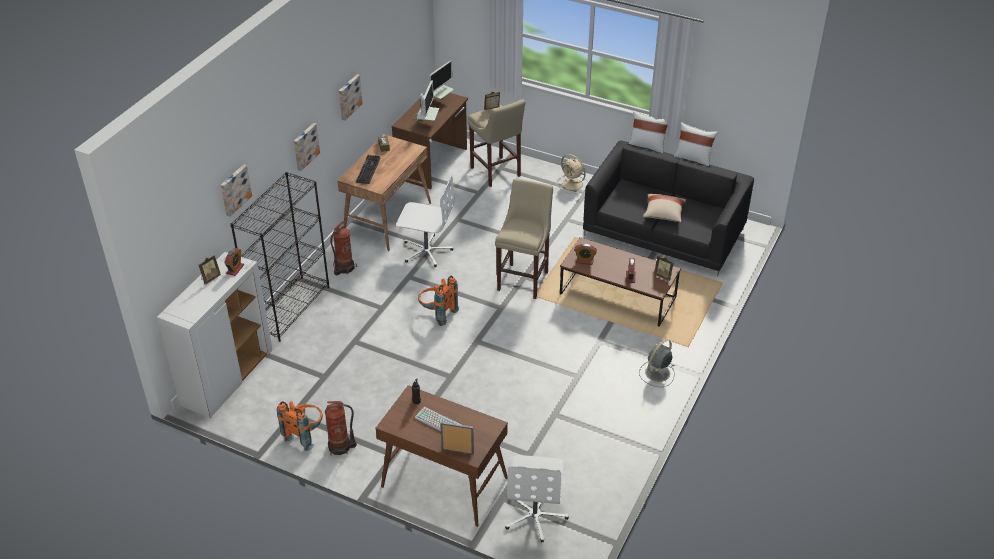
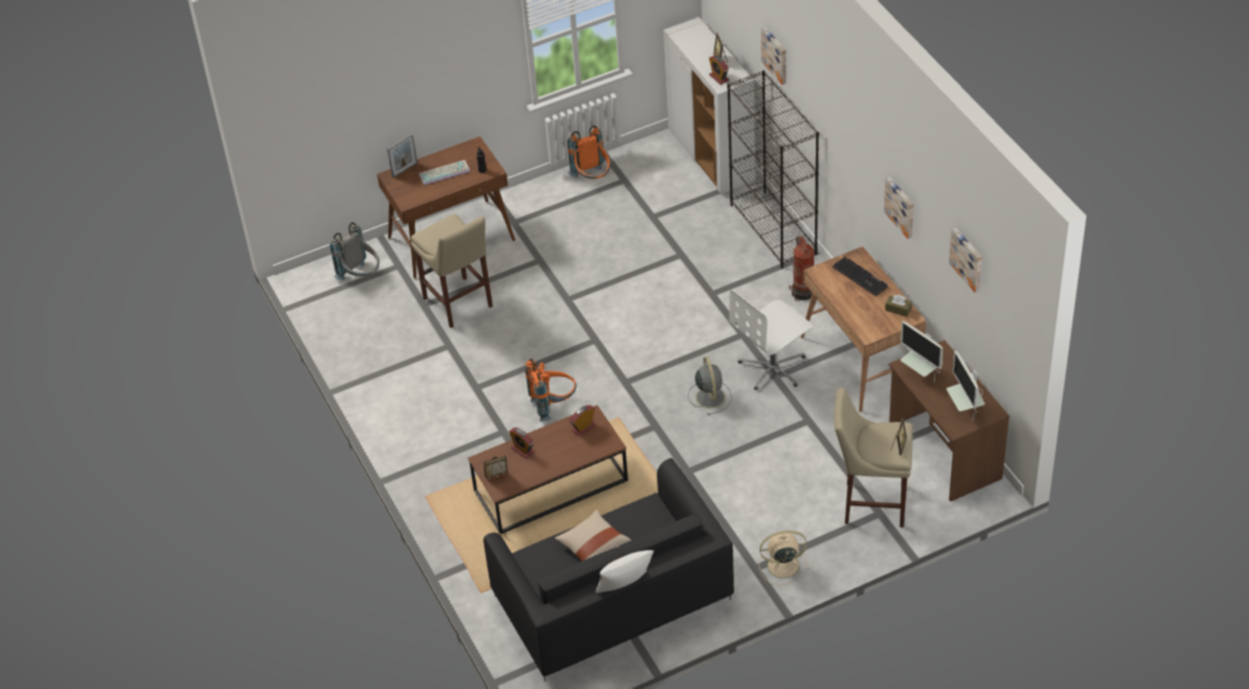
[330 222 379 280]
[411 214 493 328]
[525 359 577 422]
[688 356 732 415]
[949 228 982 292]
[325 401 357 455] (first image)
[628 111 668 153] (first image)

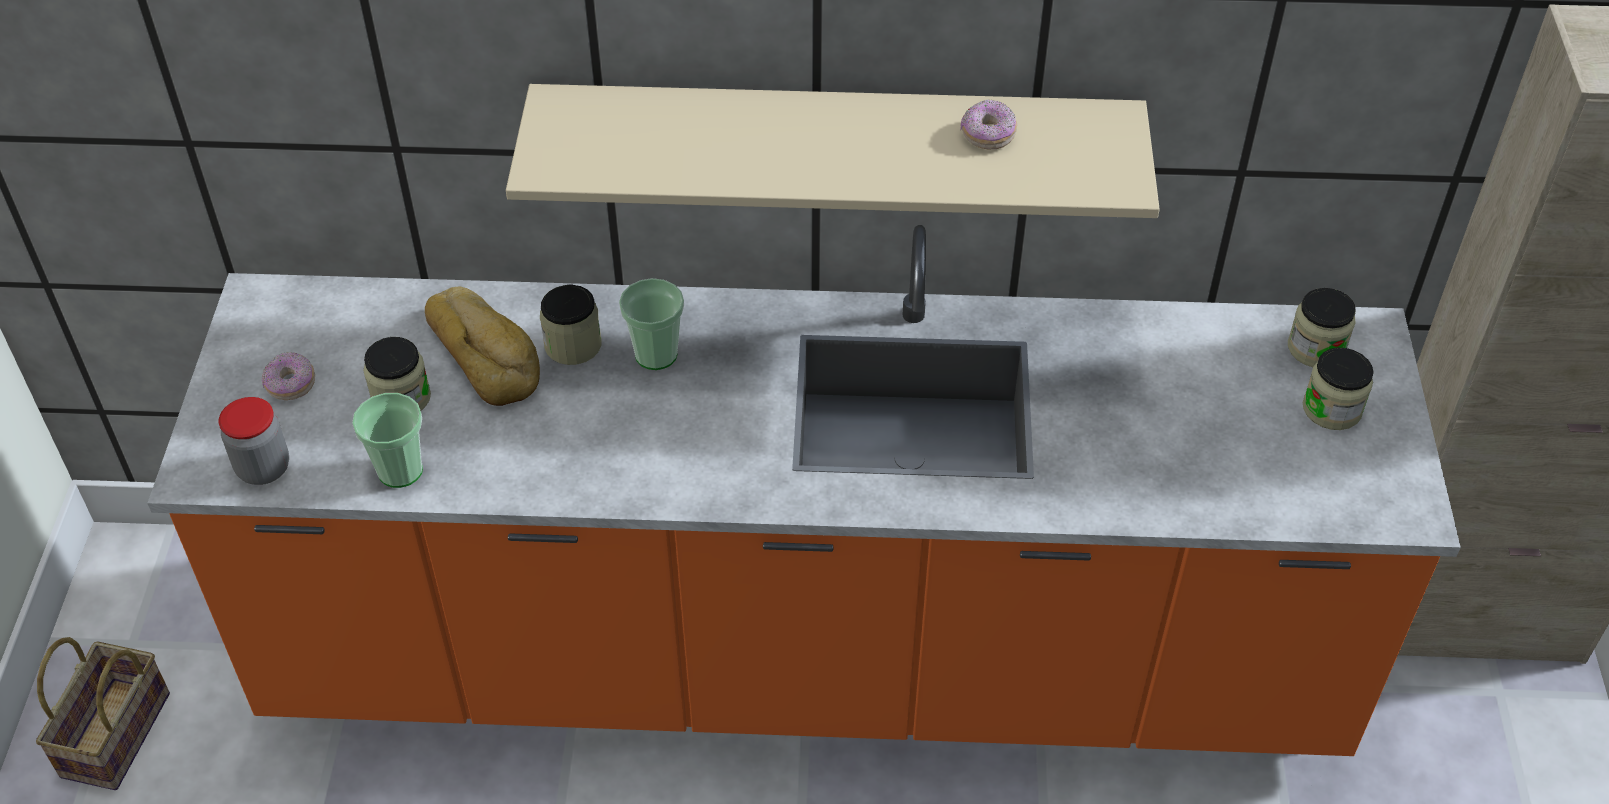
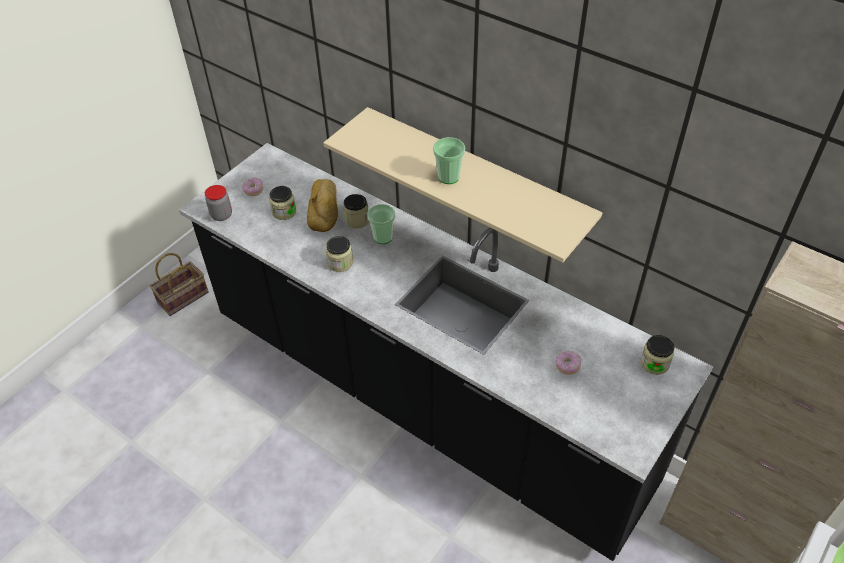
[179 143 713 561]
[326 236 353 272]
[433 137 465 184]
[555 351 581 375]

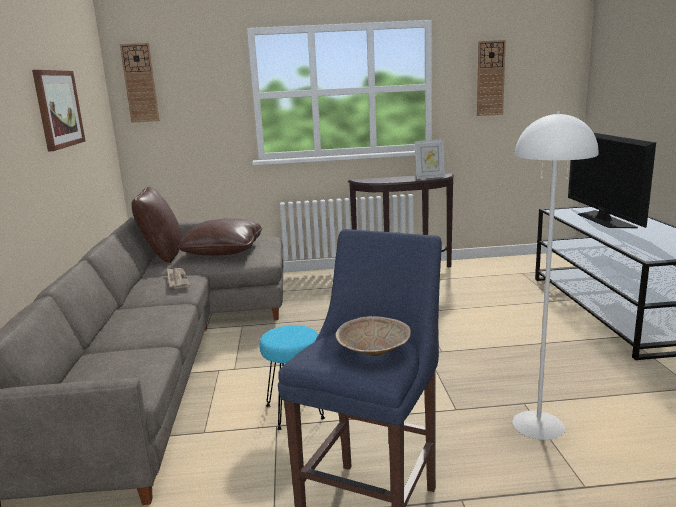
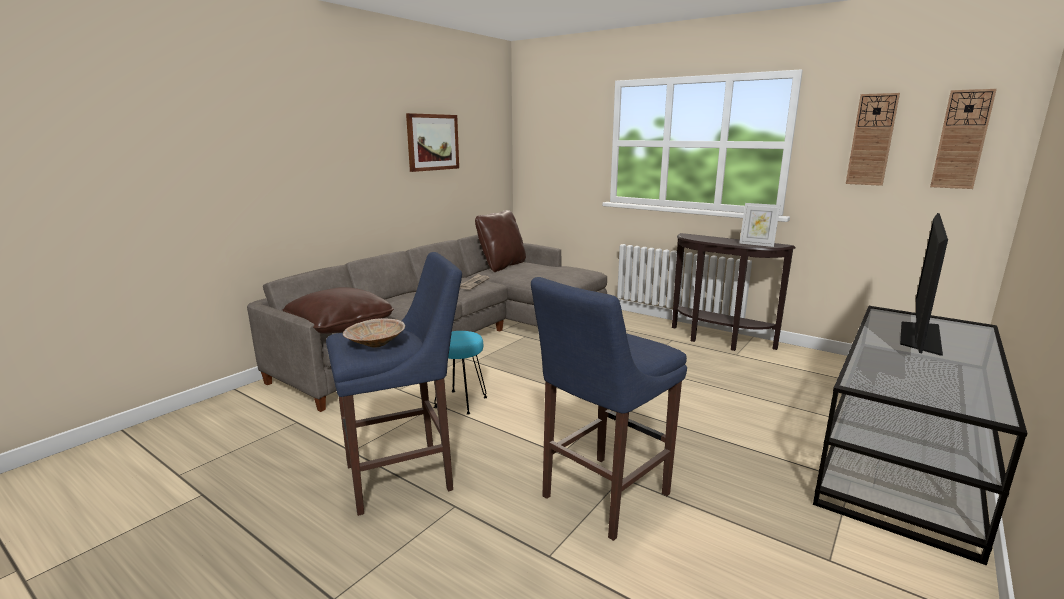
[283 287 394 334]
[531 277 687 541]
[930 89 997 189]

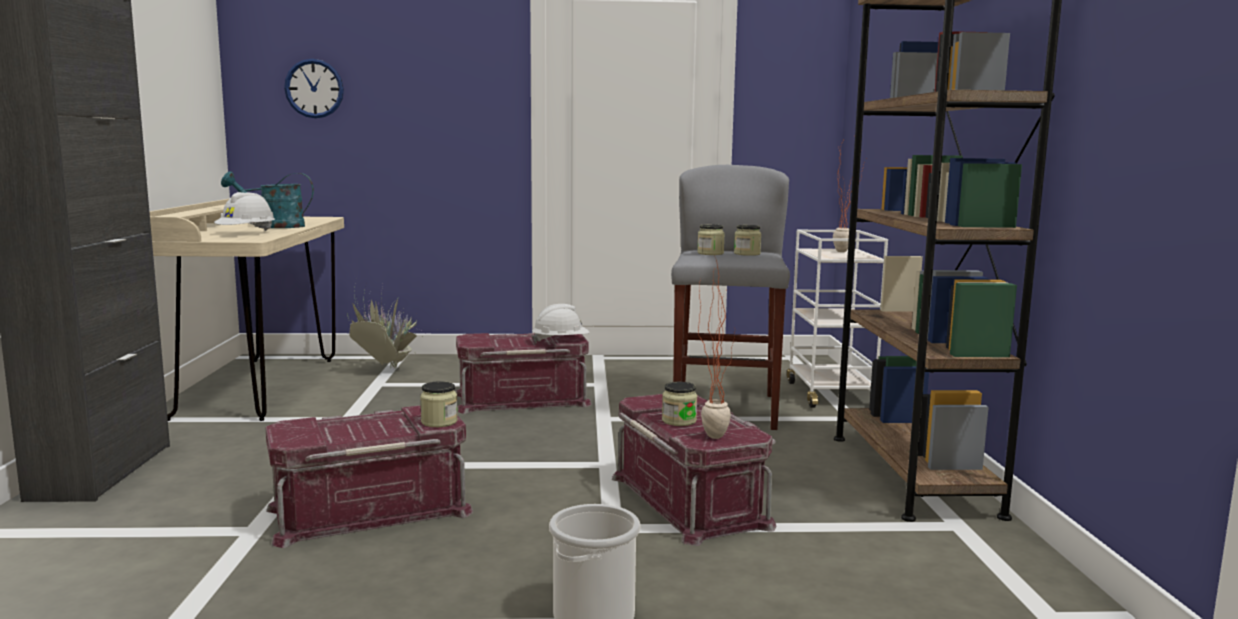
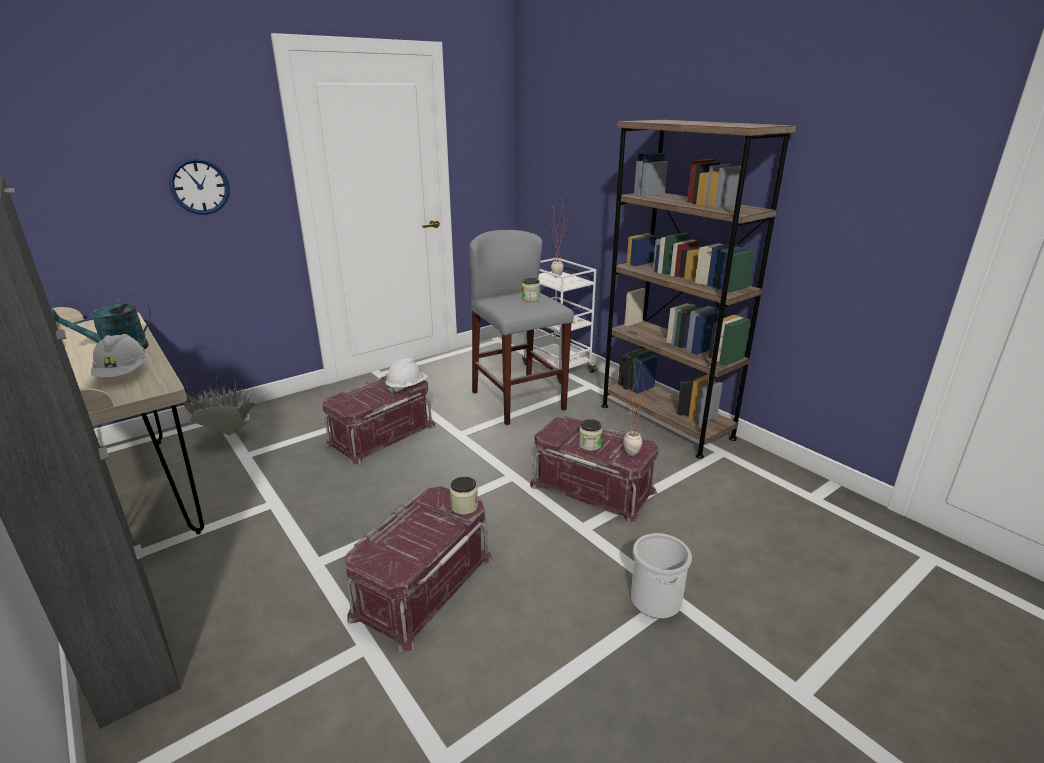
[169 158 230 215]
[697 224 725 255] (first image)

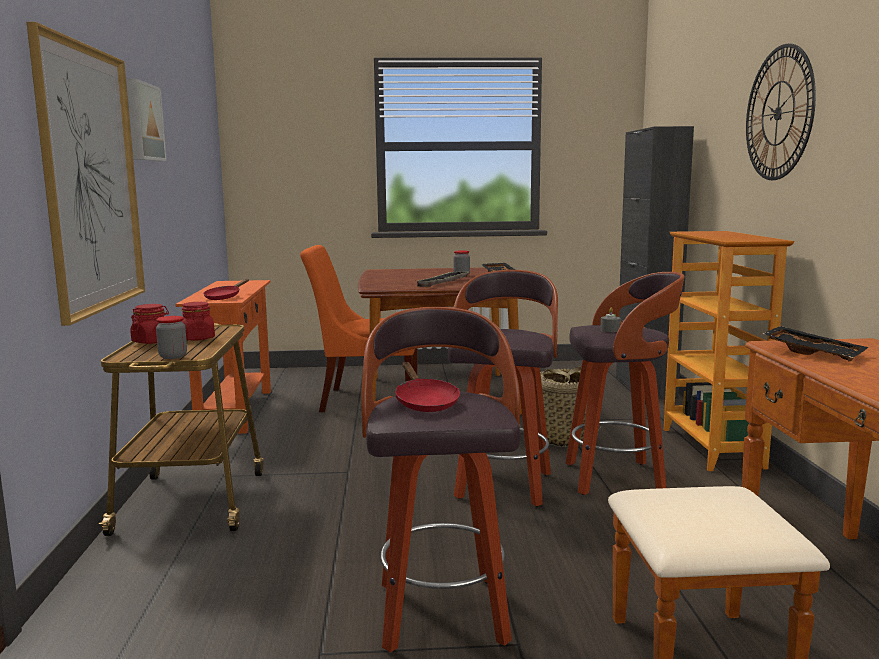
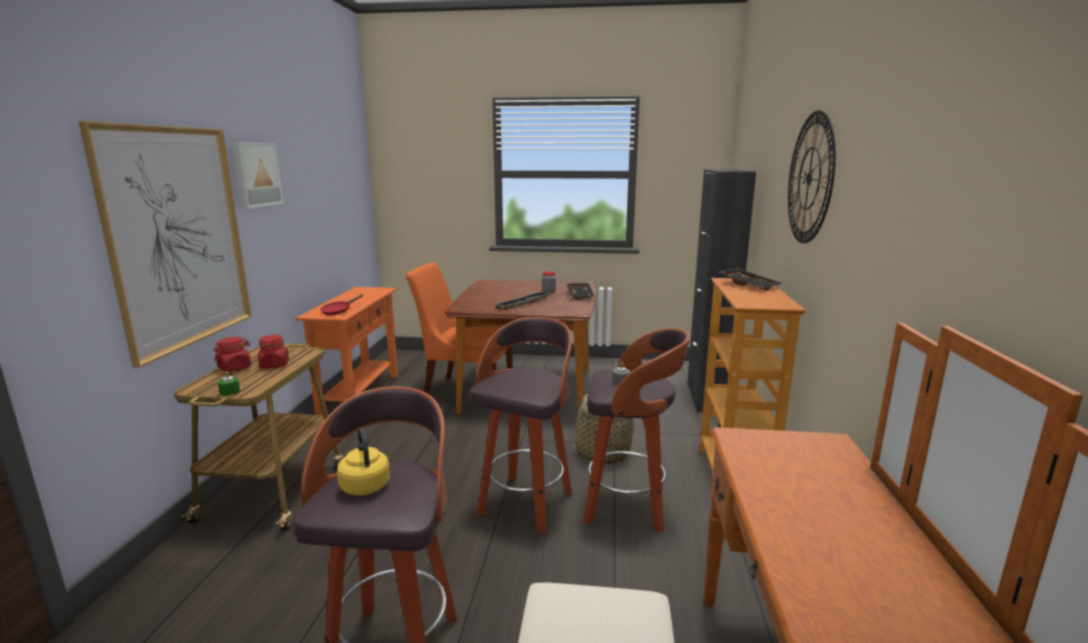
[218 371 240 396]
[337 428 390 496]
[720 268 782 291]

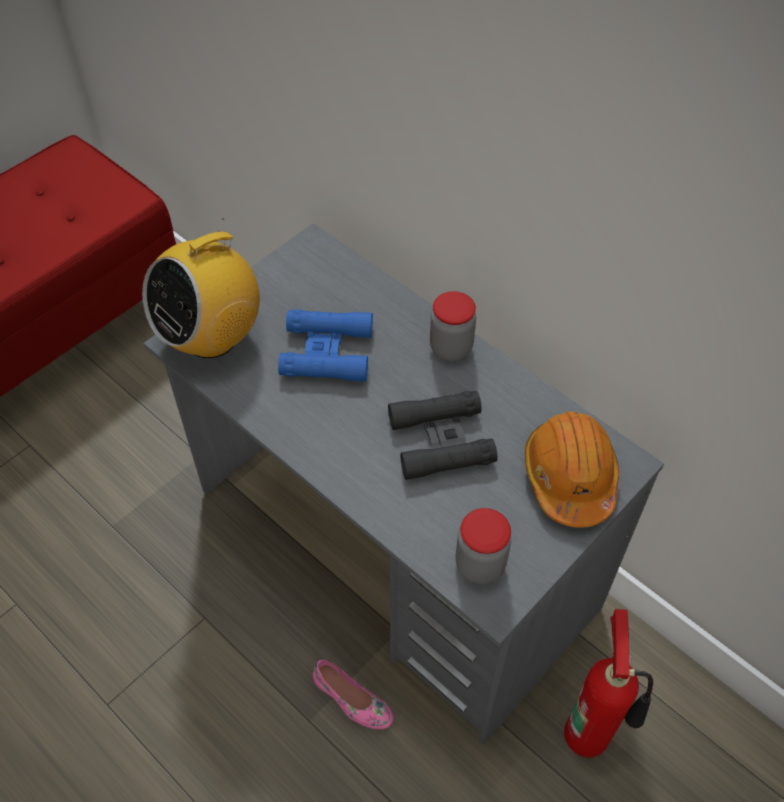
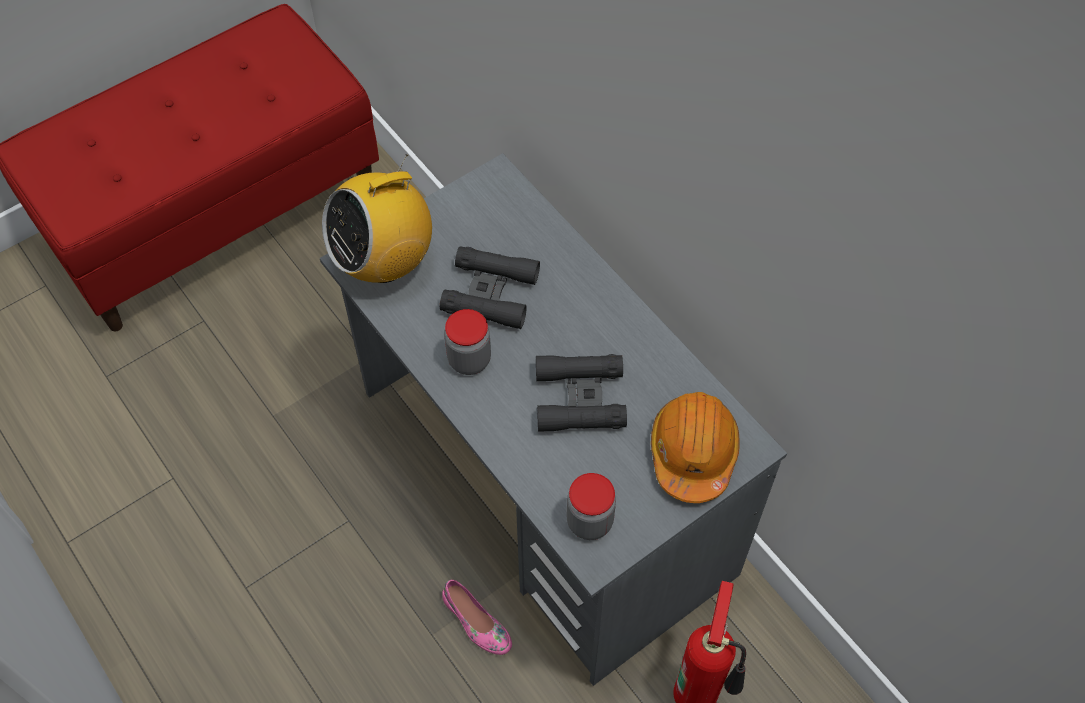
[440 247 540 329]
[445 309 491 375]

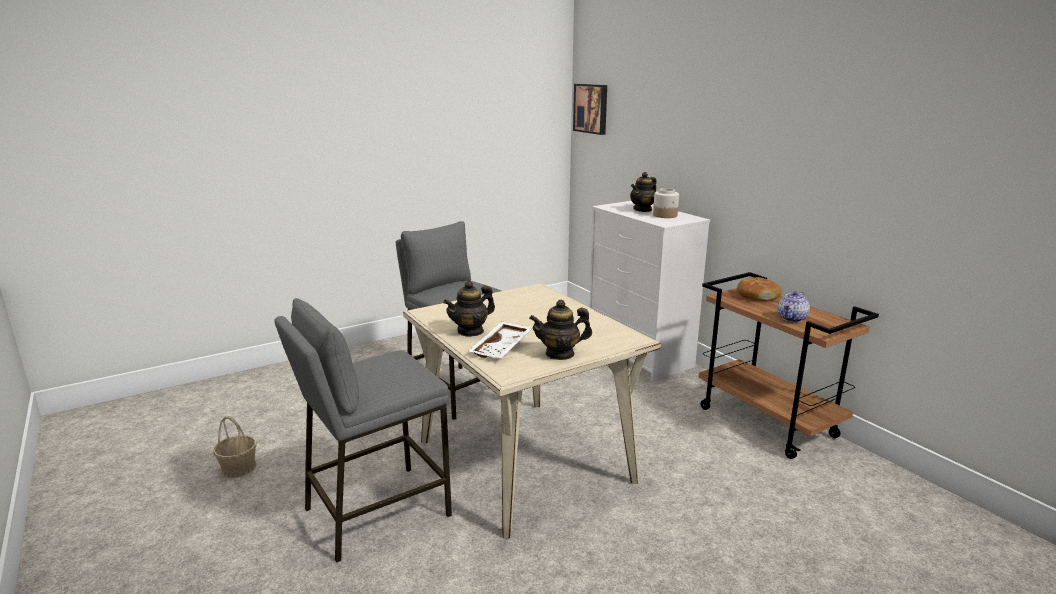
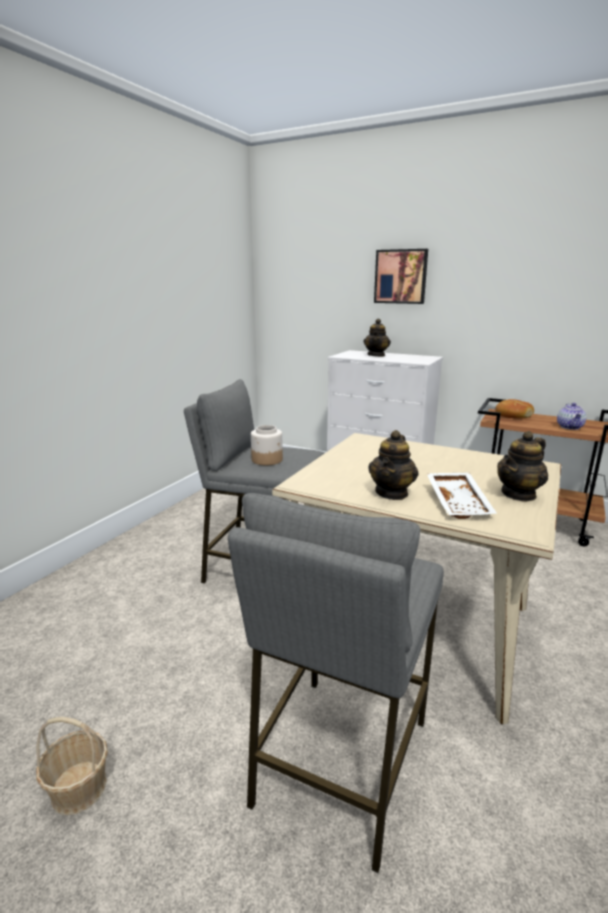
[251 425 283 465]
[374 249 428 304]

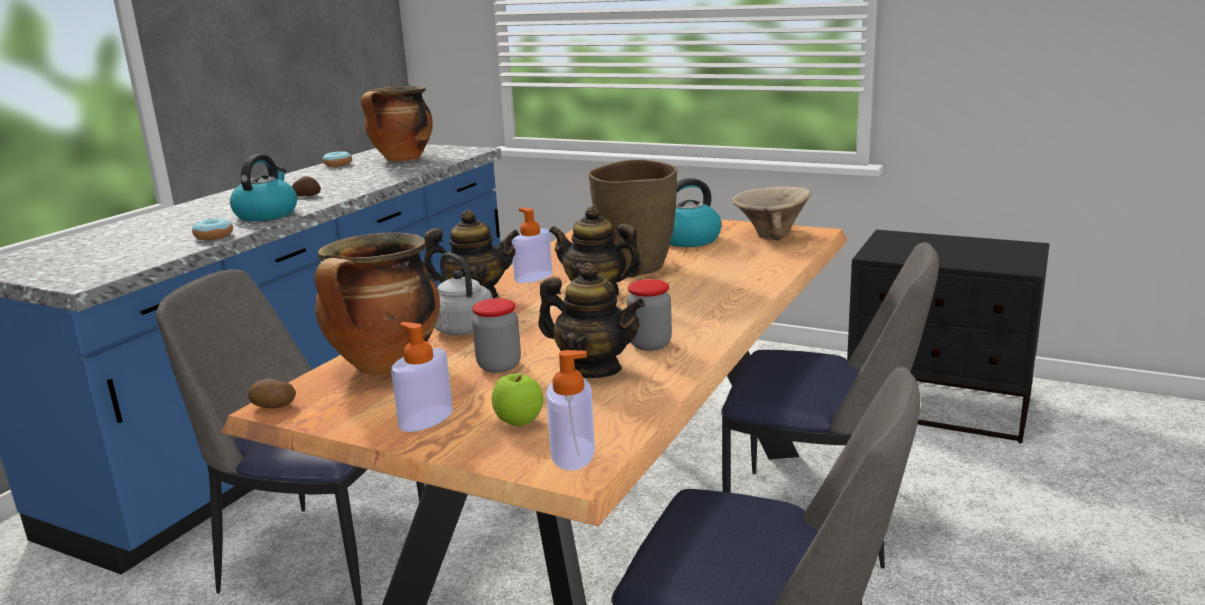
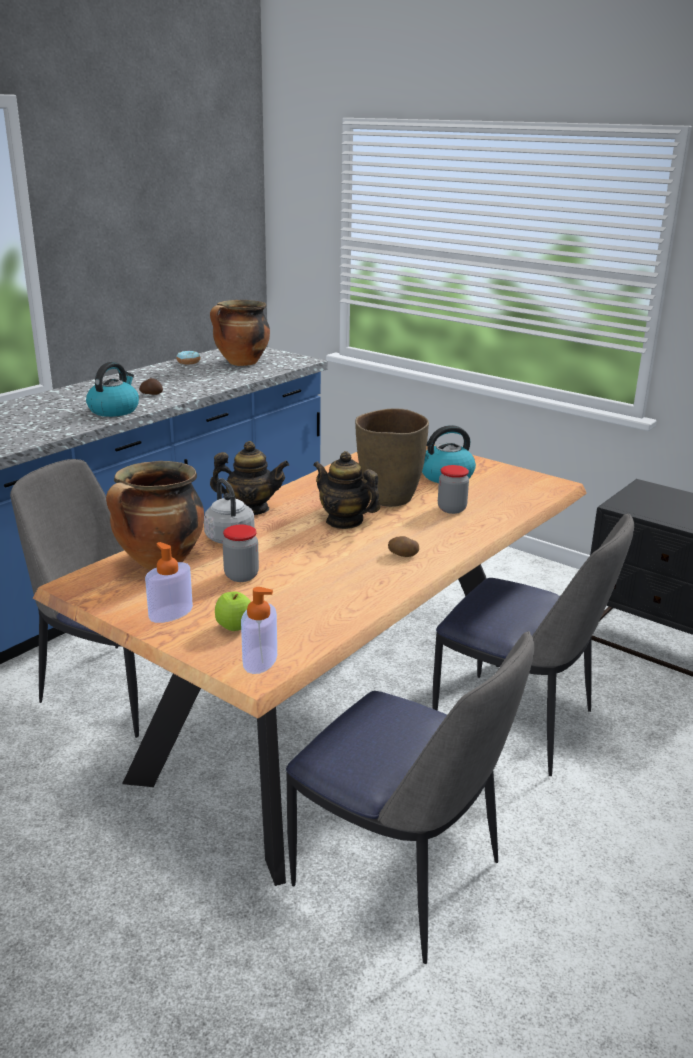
[388 536 419 557]
[438 465 469 514]
[192 217 233 240] (first image)
[512 208 552 283] (first image)
[538 263 645 378] (first image)
[732 187 811 240] (first image)

